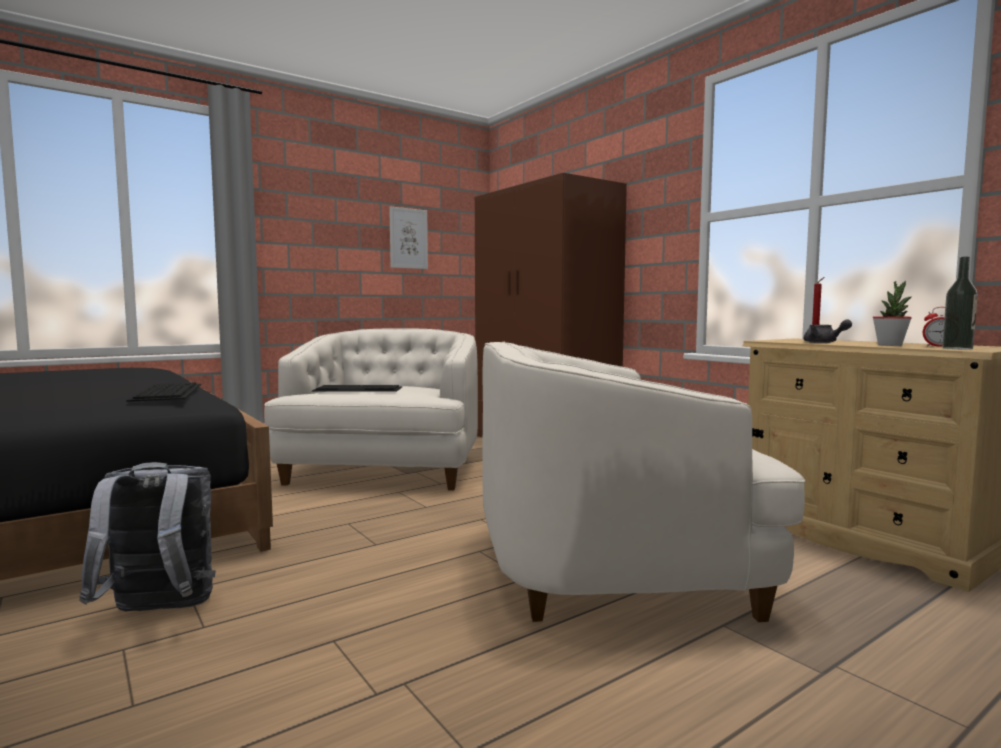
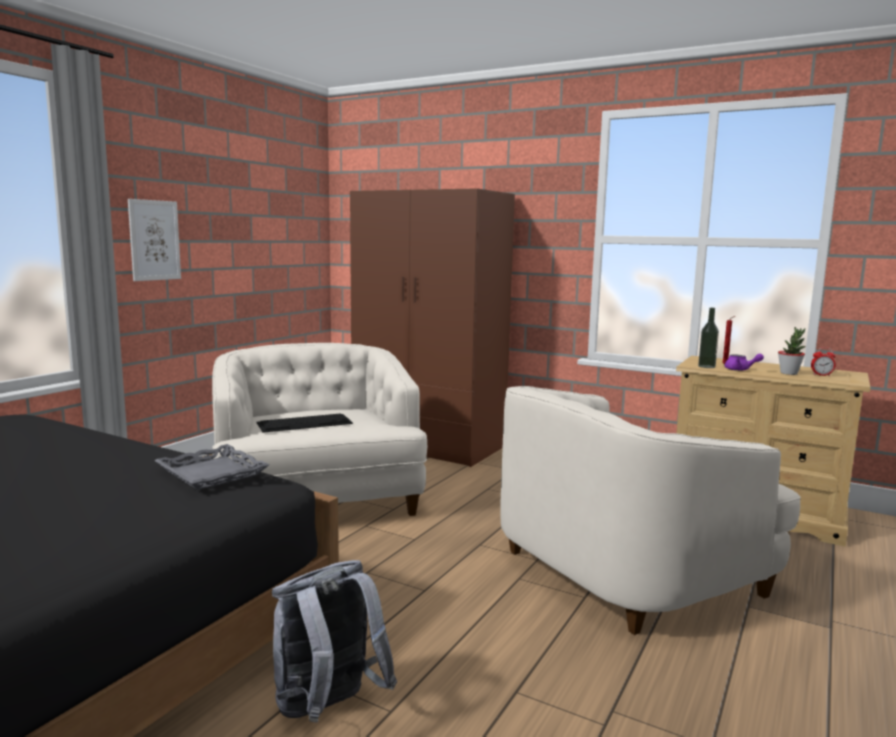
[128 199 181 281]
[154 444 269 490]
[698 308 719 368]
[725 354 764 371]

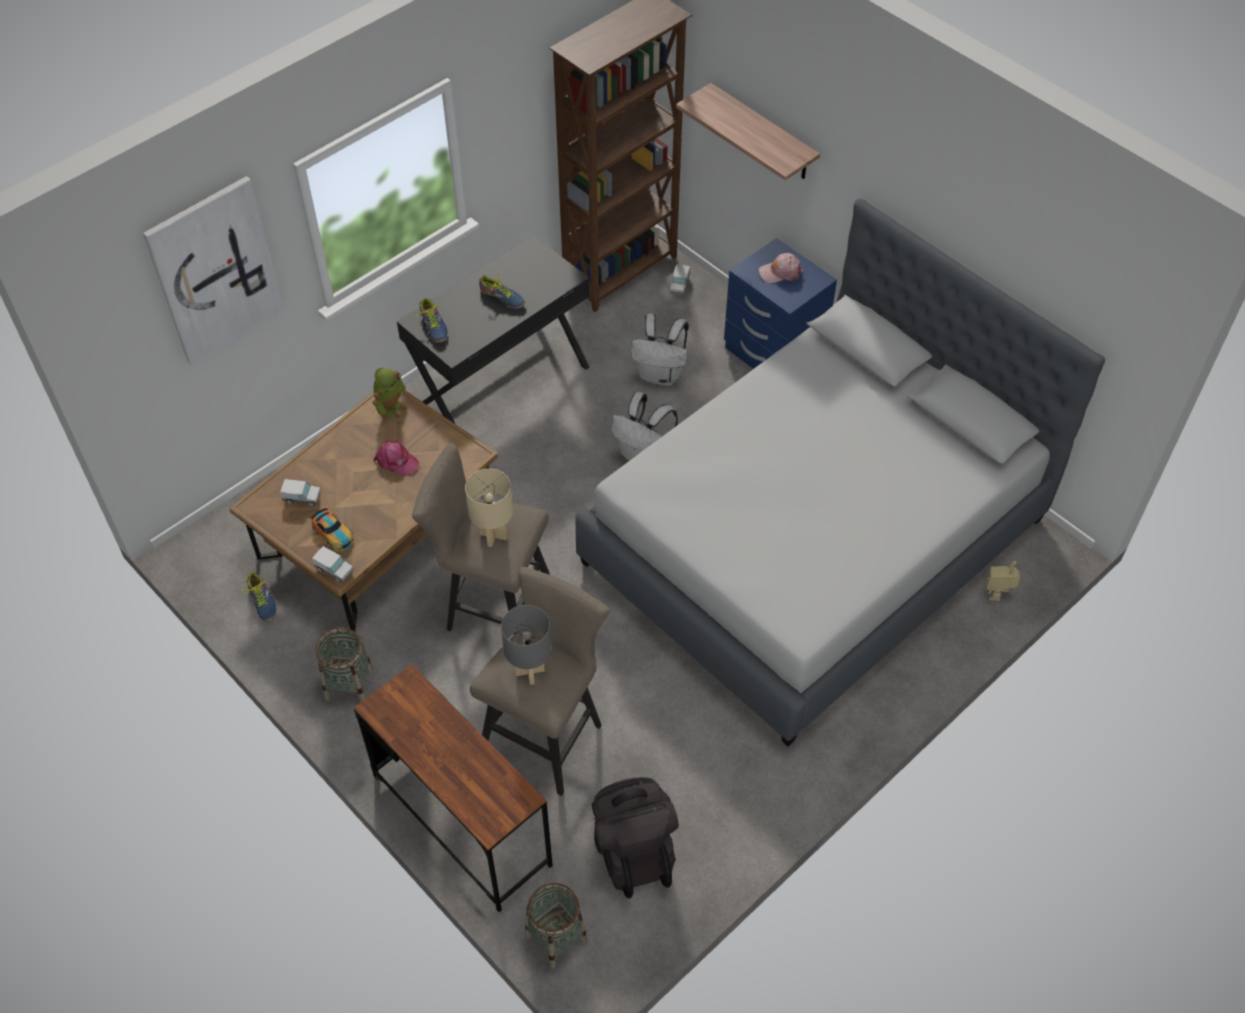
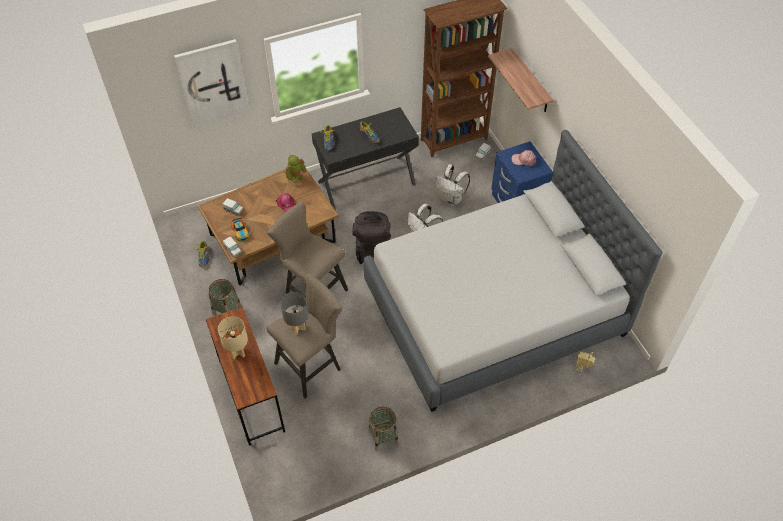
[218 317 248 359]
[352 211 391 264]
[369 407 398 451]

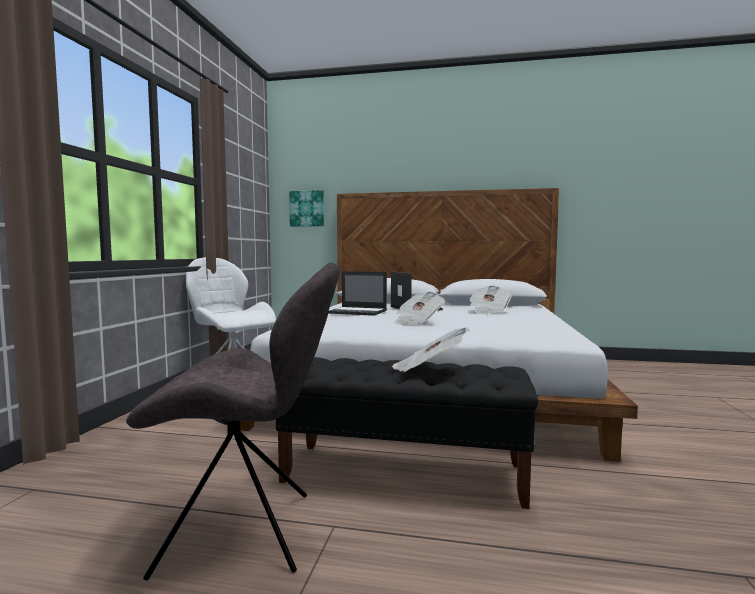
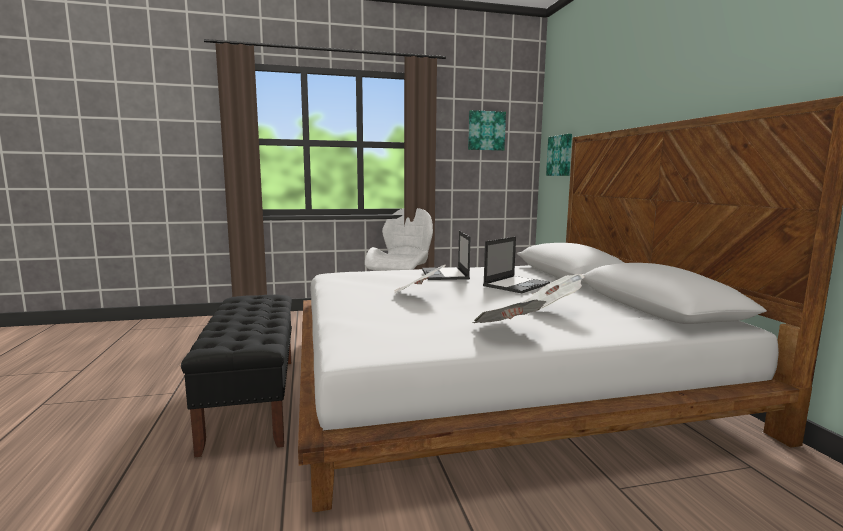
[468 110 506 151]
[473 300 546 323]
[126 263 340 581] (first image)

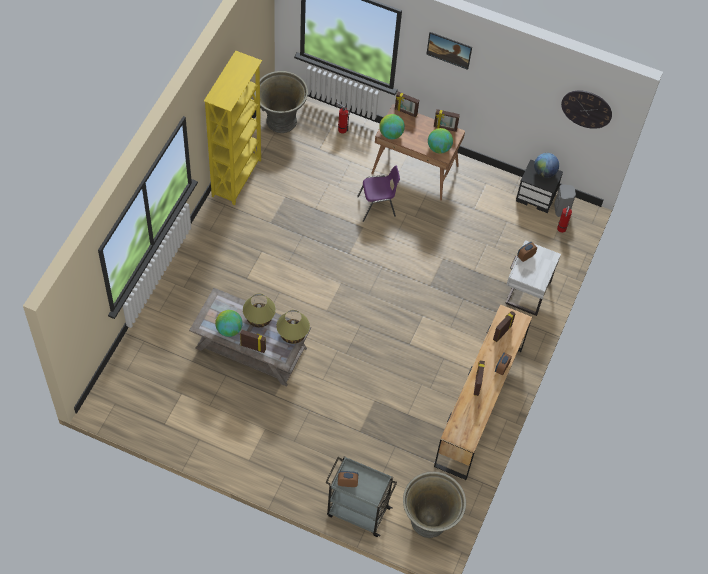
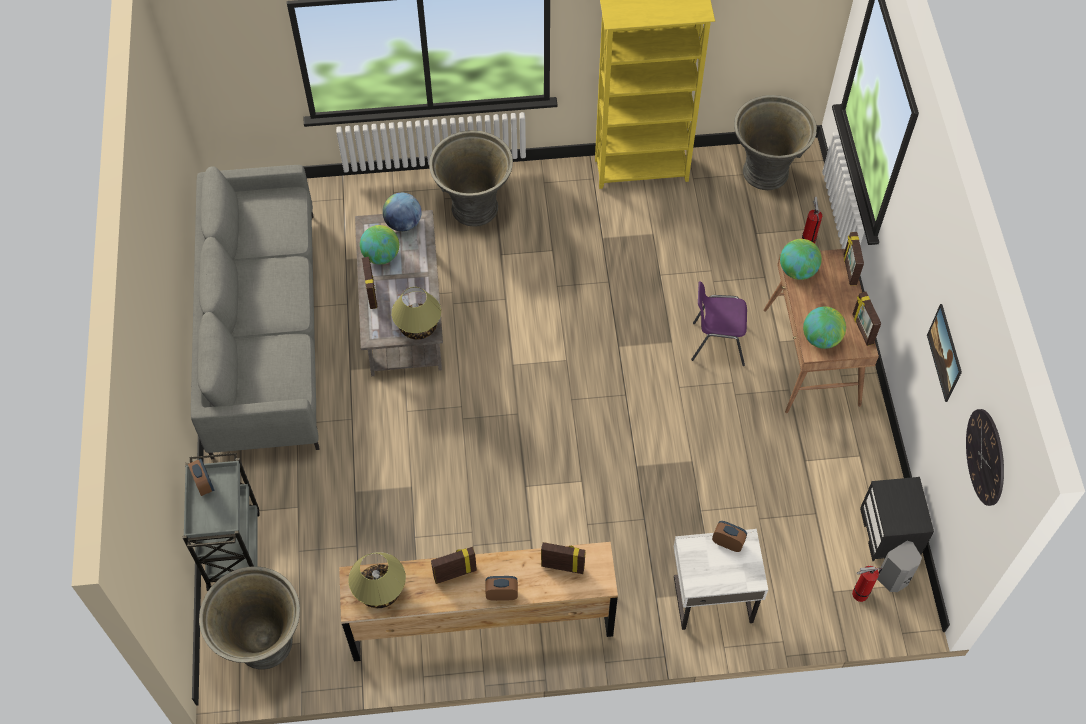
[191 165 319 459]
[348 552 406 608]
[382 193 421 232]
[429 130 513 227]
[691 282 747 366]
[927 304 962 402]

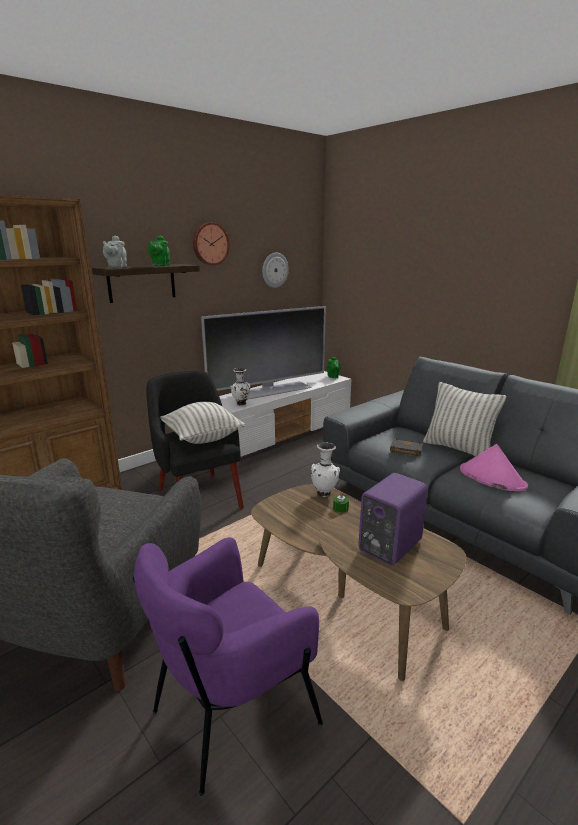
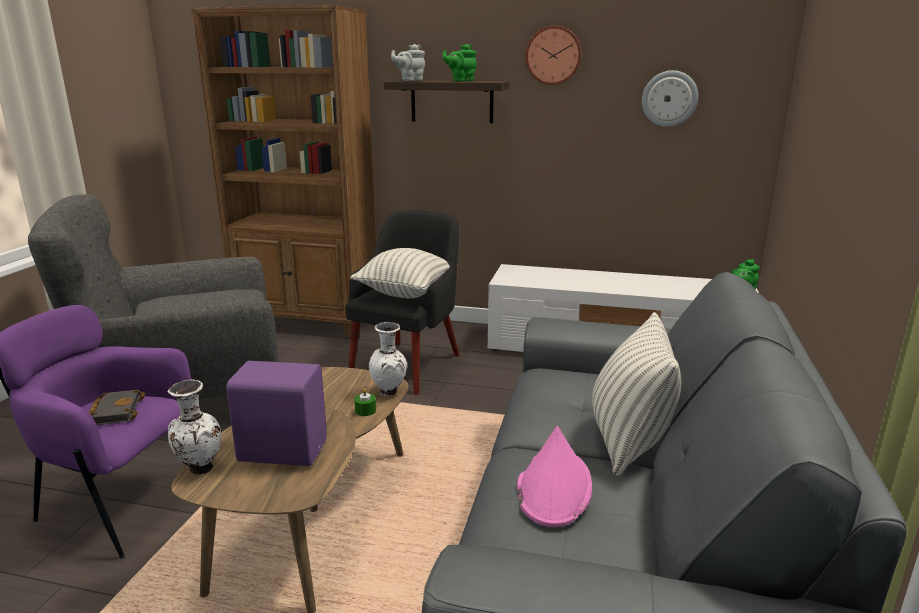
[88 389 146 425]
[168 380 221 474]
[201 306 326 400] (first image)

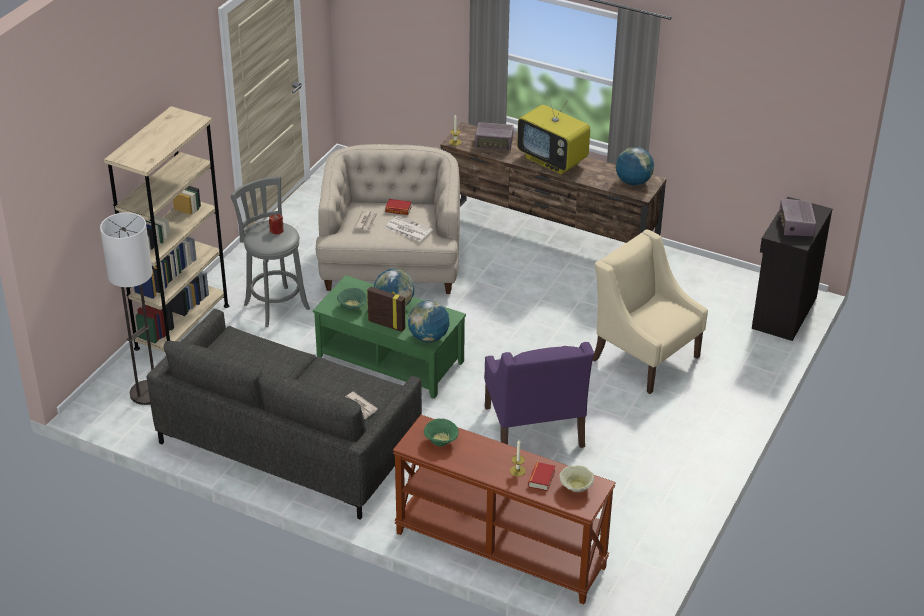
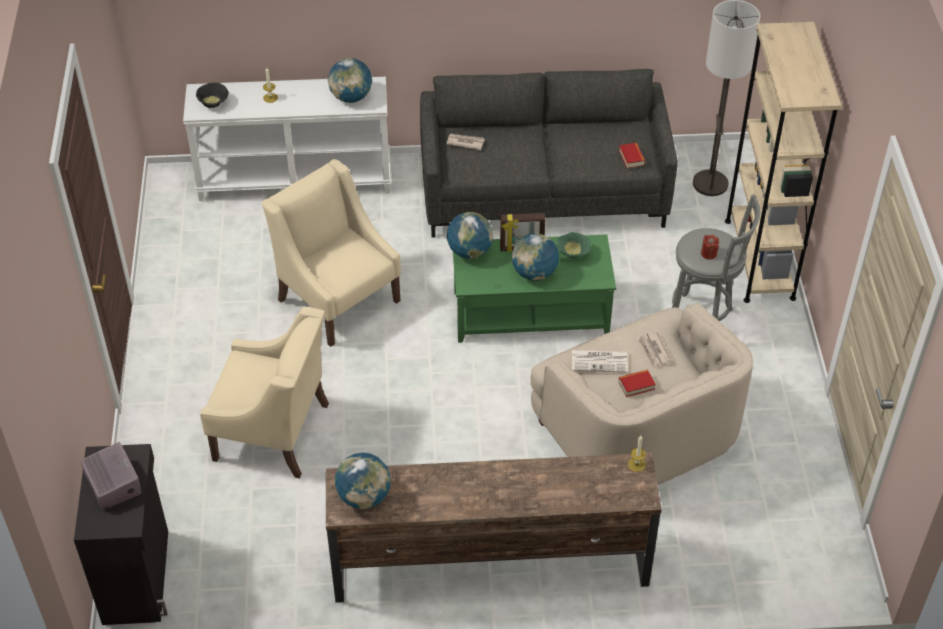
[183 77 391 201]
[196 83 228 108]
[262 159 401 347]
[328 58 372 103]
[619 143 645 168]
[475 122 514 151] (first image)
[517 91 590 175] (first image)

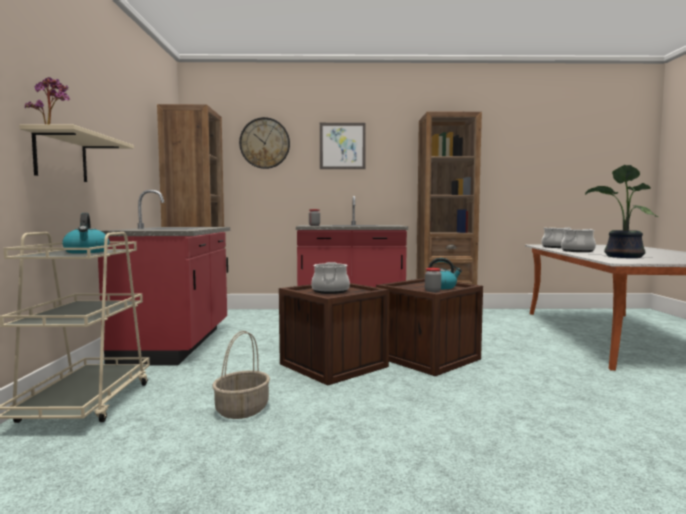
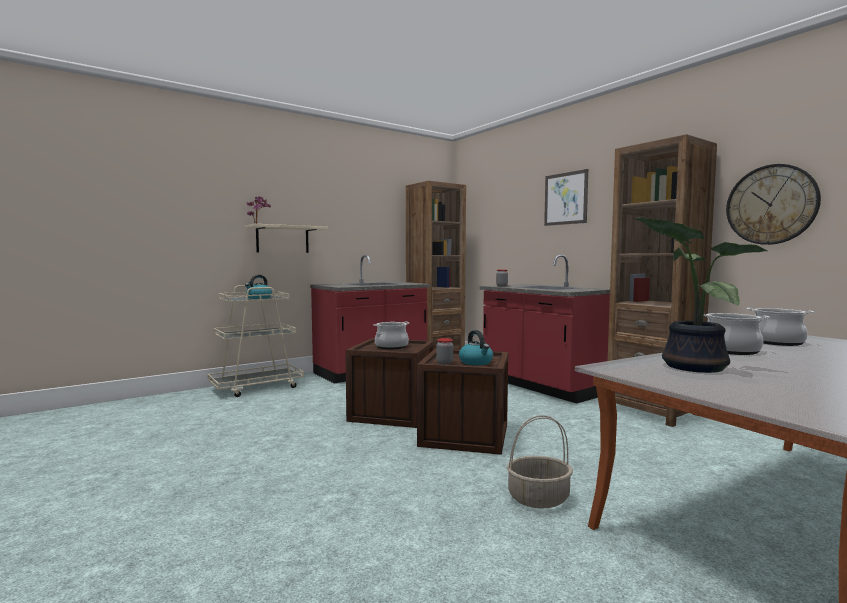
[507 415 573 508]
[726 164 821 245]

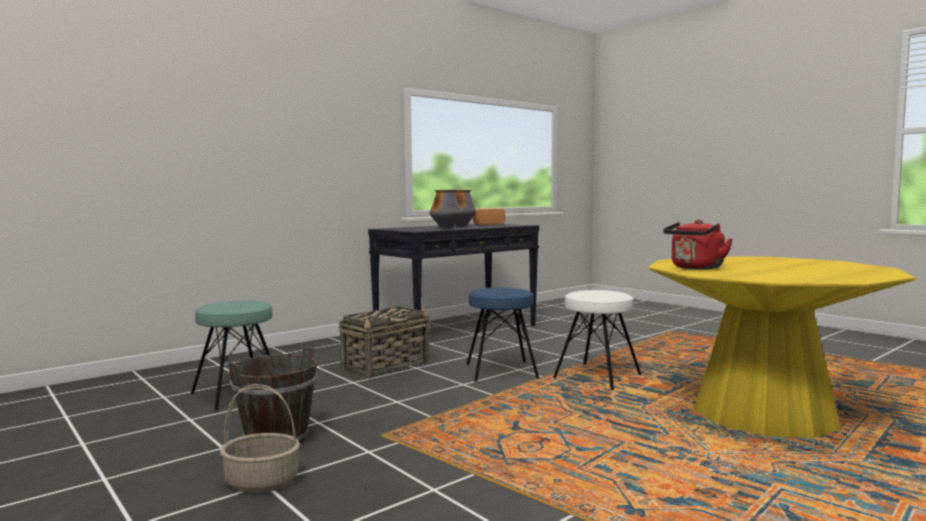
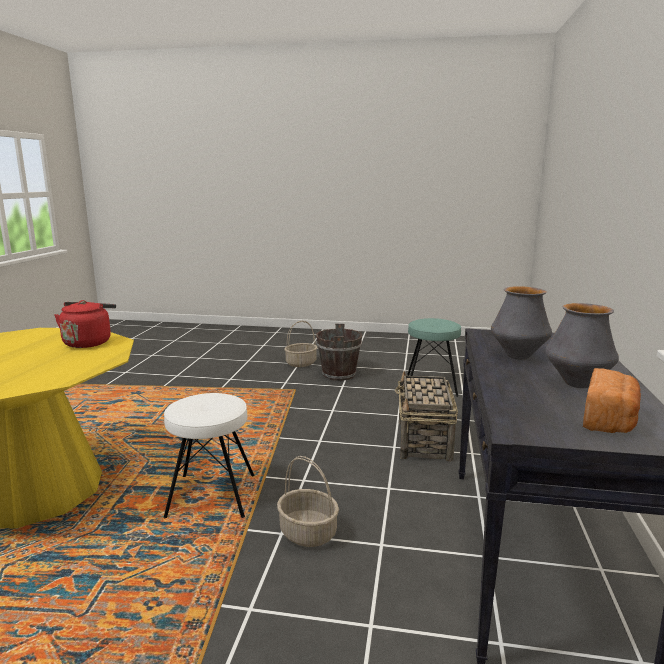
[277 456 339 547]
[467 287 539 382] (first image)

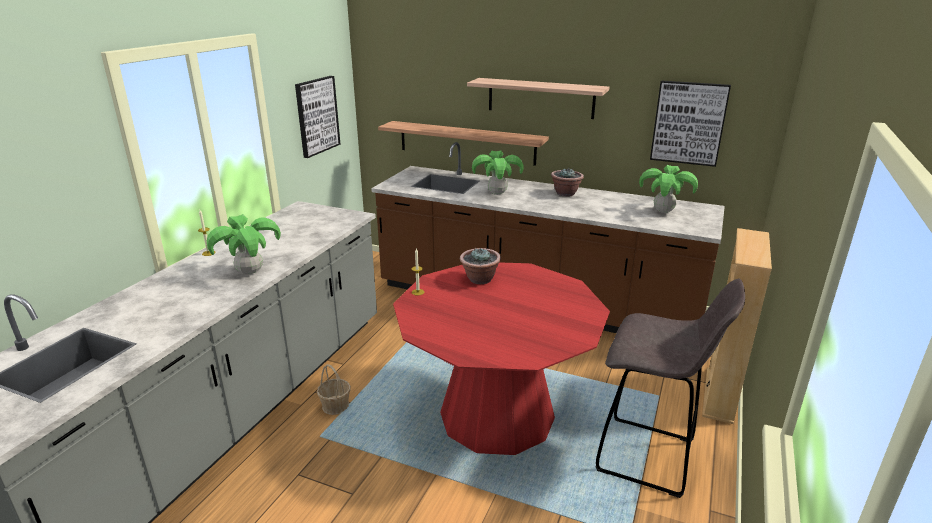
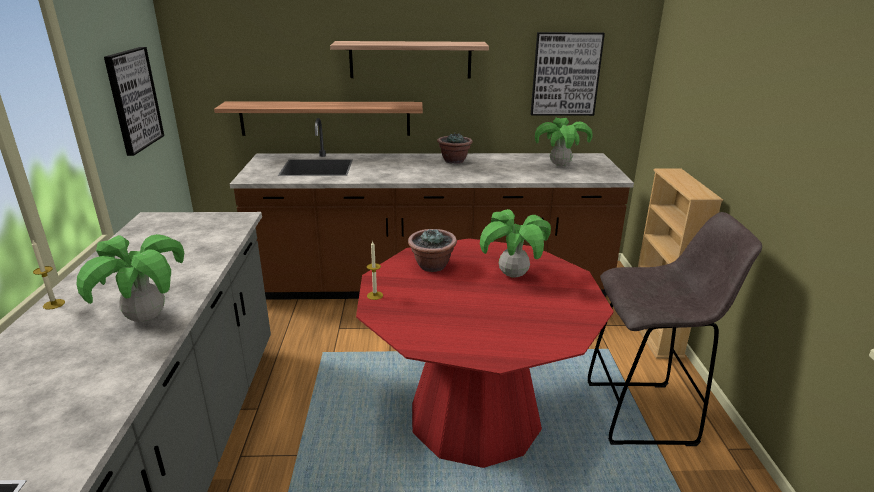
[480 209 551 278]
[317 364 351 415] (first image)

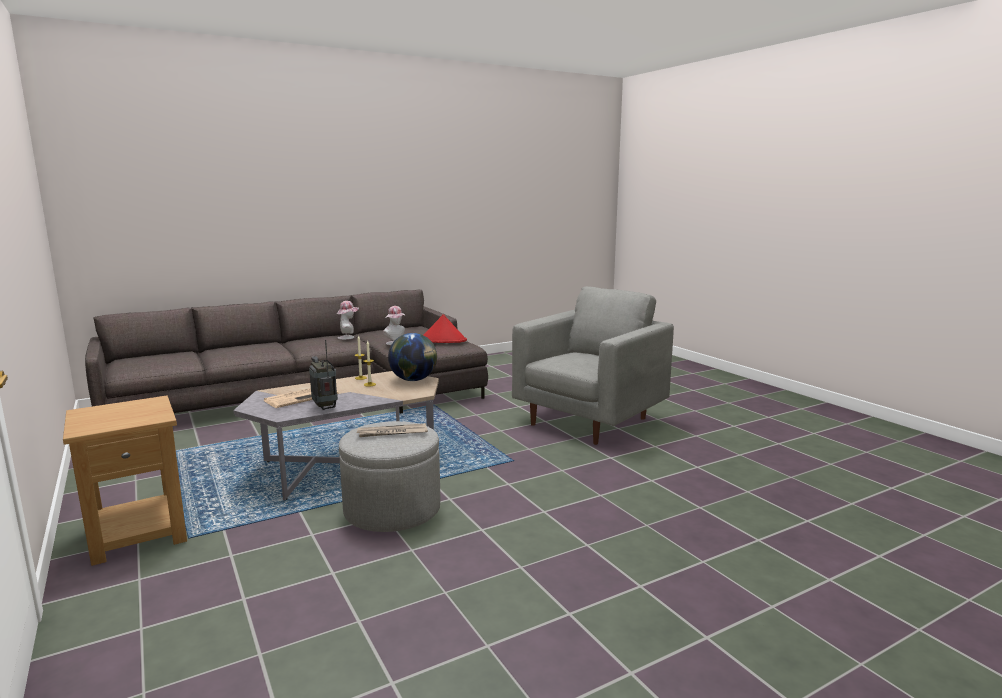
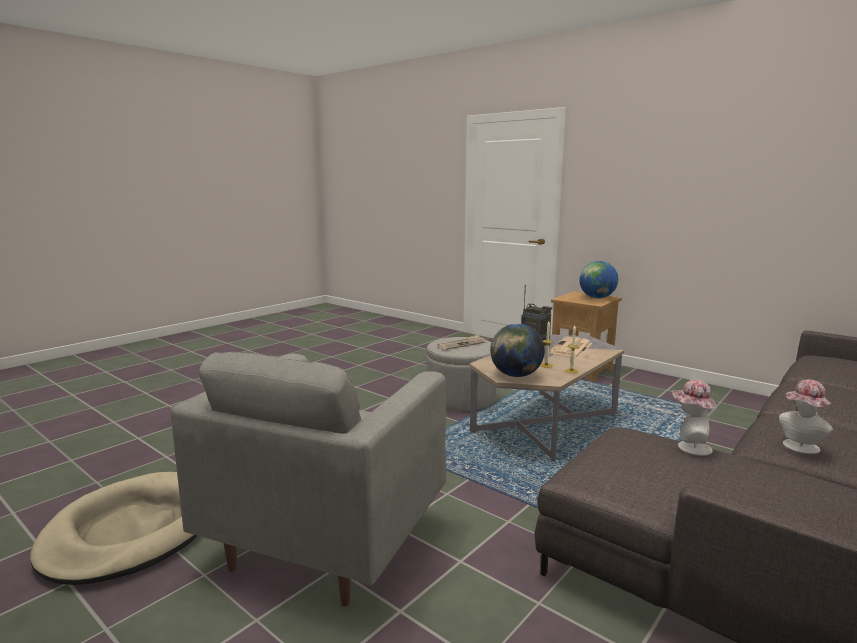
[30 472 197 585]
[579 261 618 299]
[424 314 467 343] (first image)

